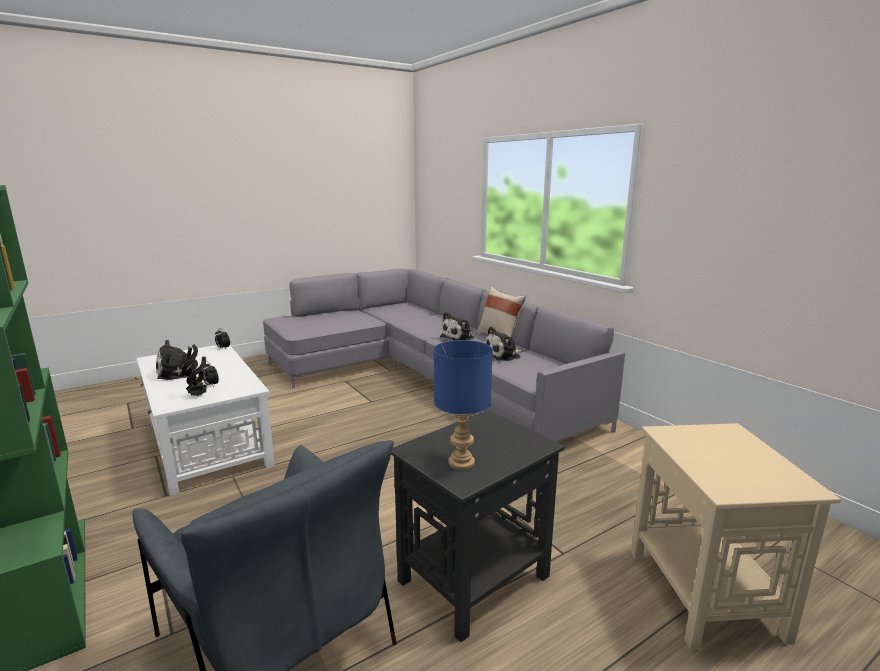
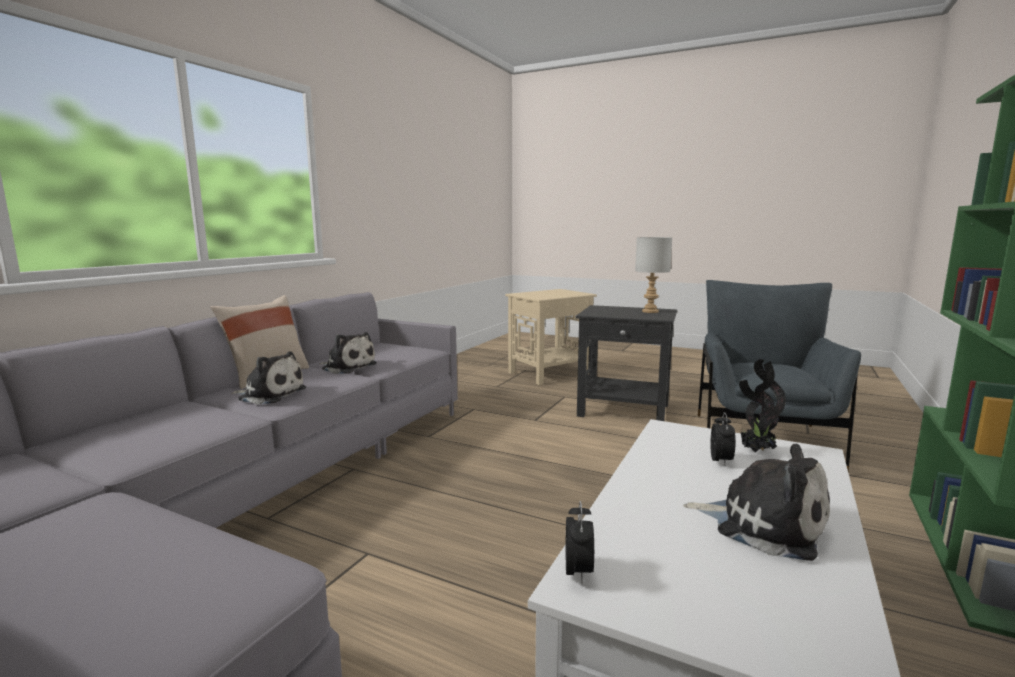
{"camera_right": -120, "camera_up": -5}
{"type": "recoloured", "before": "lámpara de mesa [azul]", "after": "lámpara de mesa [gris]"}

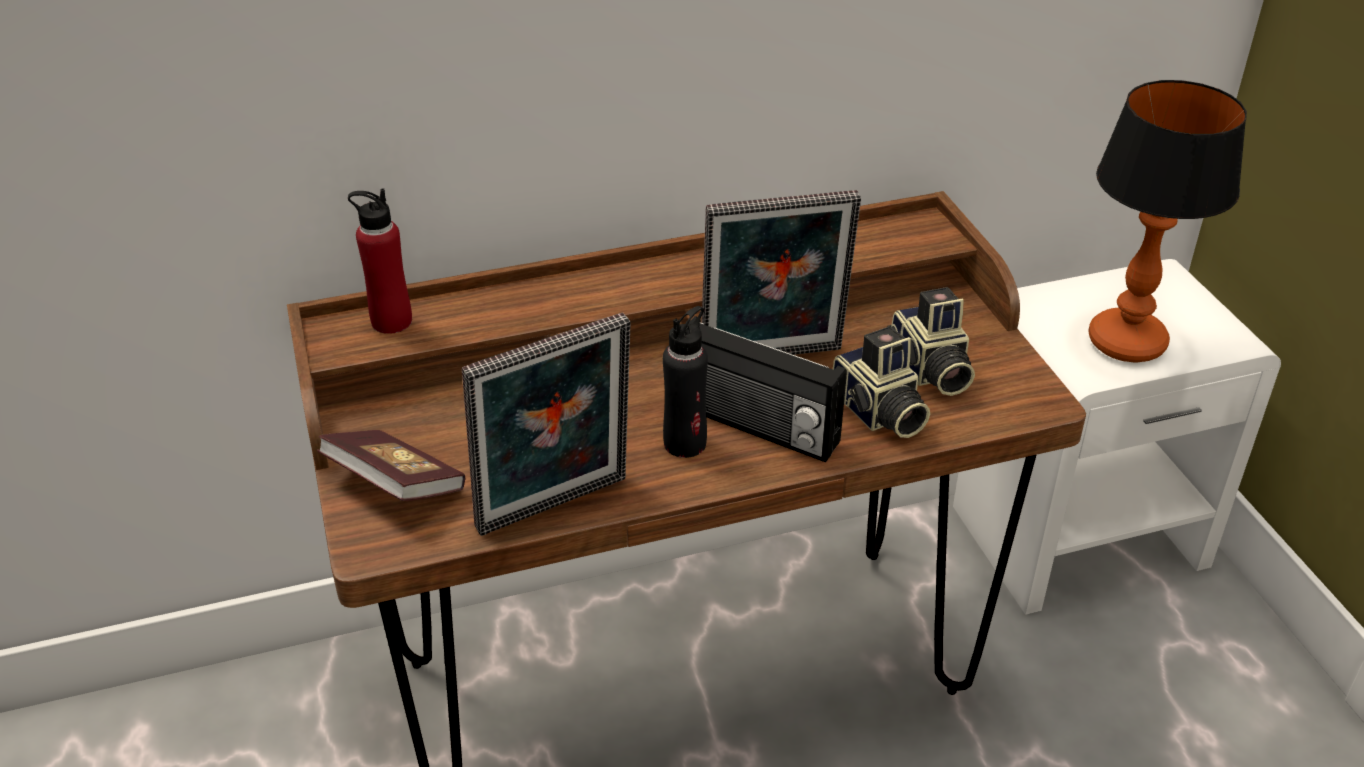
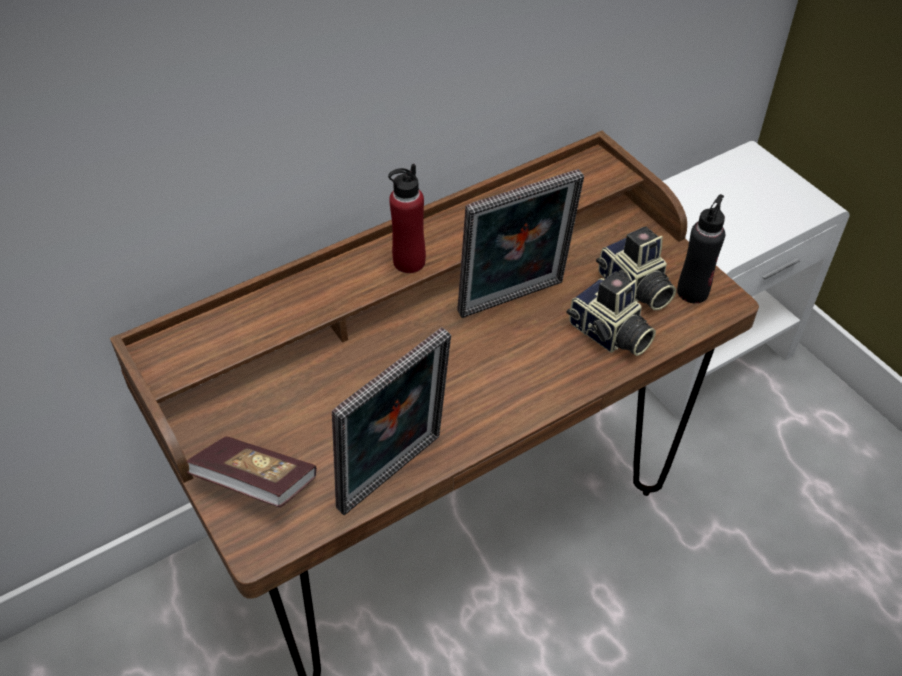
{"camera_right": -15, "camera_up": 10}
{"type": "removed", "before": "radio"}
{"type": "removed", "before": "lámpara de mesa"}
{"type": "moved", "before": "botella [rojo]"}
{"type": "moved", "before": "botella [negro]"}

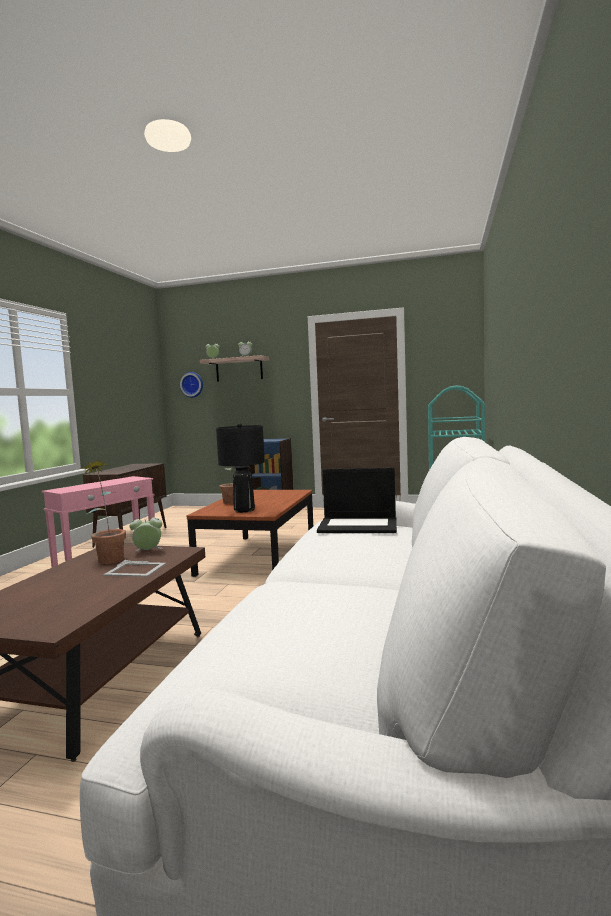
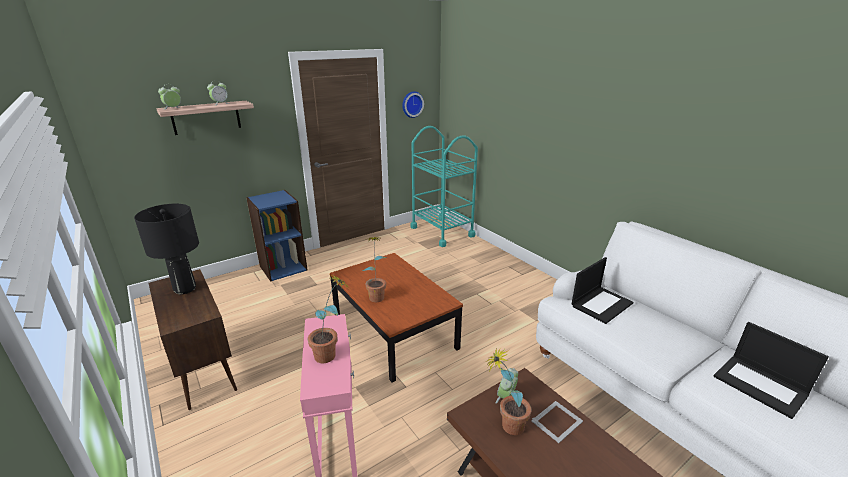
{"camera_right": -50, "camera_up": 20}
{"type": "added", "after": "planta en maceta (1st from left)"}
{"type": "added", "after": "portátil (2nd from left)"}
{"type": "moved", "before": "reloj de pared"}
{"type": "moved", "before": "lámpara de mesa [negro]"}

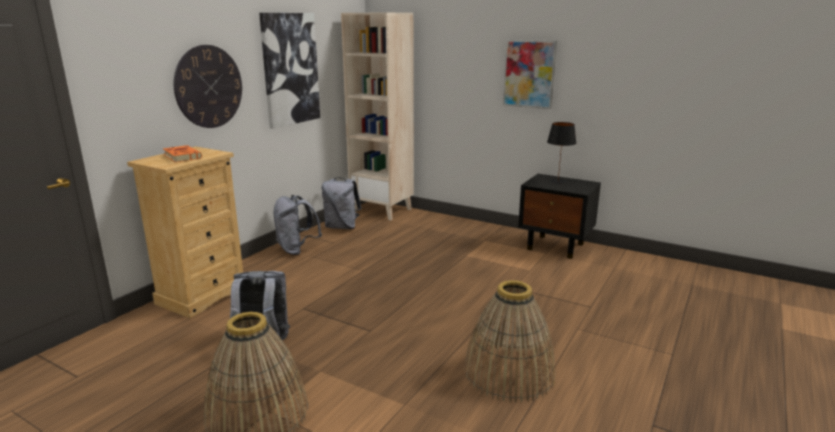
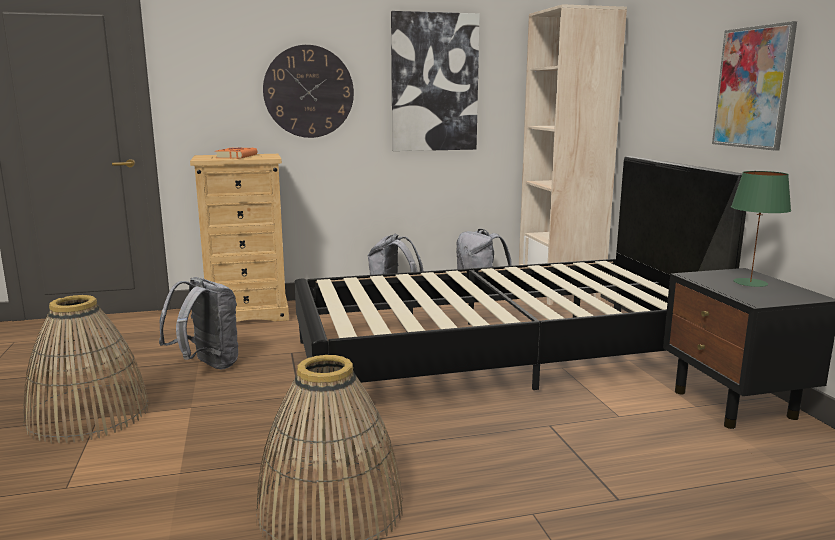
{"camera_right": 45, "camera_up": -5}
{"type": "added", "after": "cama [negro]"}
{"type": "recoloured", "before": "lámpara de mesa [negro]", "after": "lámpara de mesa [verde]"}

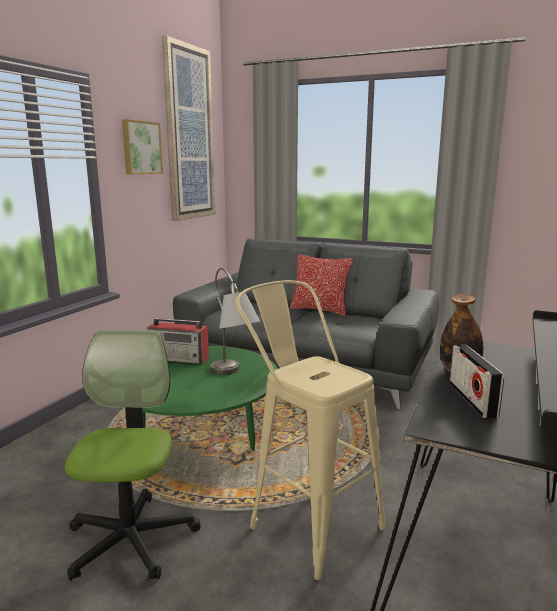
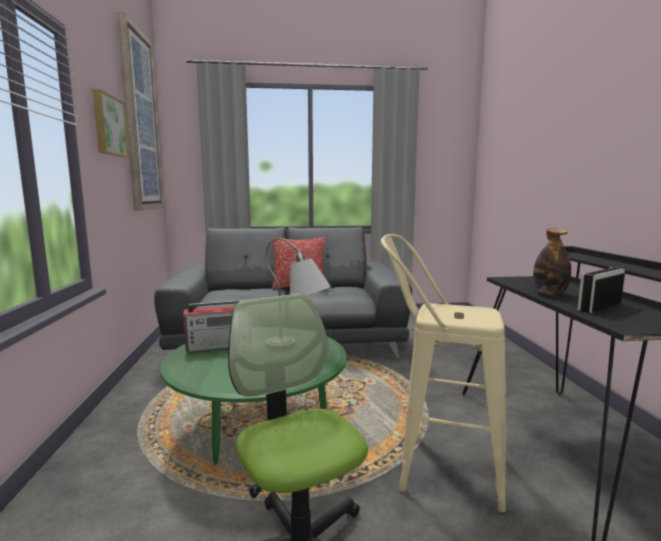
{"camera_right": -30, "camera_up": -5}
{"type": "turned", "before": "radio (2nd from left)", "turn": 90}

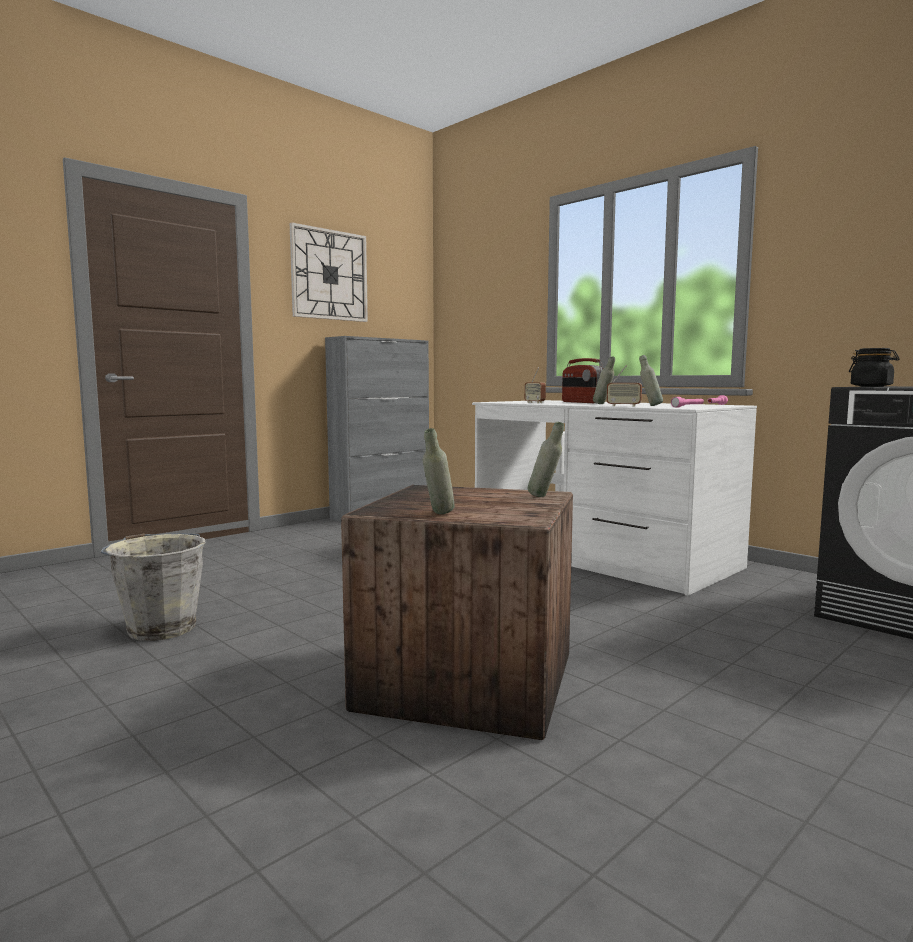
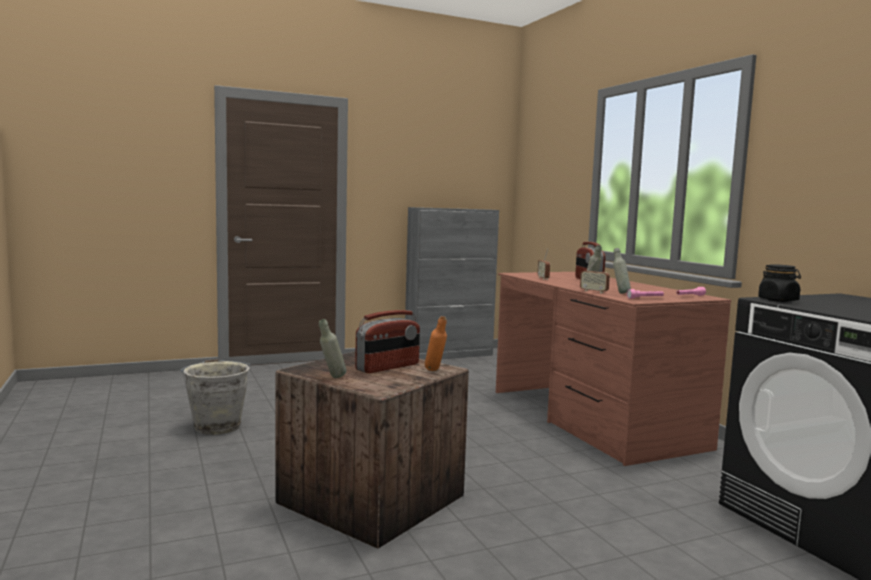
{"camera_right": 20, "camera_up": 0}
{"type": "removed", "before": "reloj de pared"}
{"type": "added", "after": "radio (1st from left)"}
{"type": "recoloured", "before": "escritorio [blanco]", "after": "escritorio [marrón]"}
{"type": "recoloured", "before": "botella [gris] (2nd from left)", "after": "botella [naranja]"}

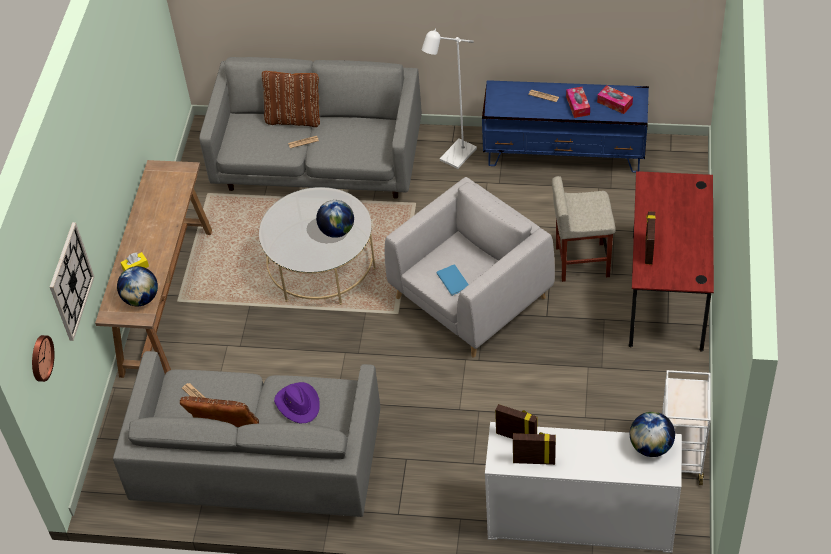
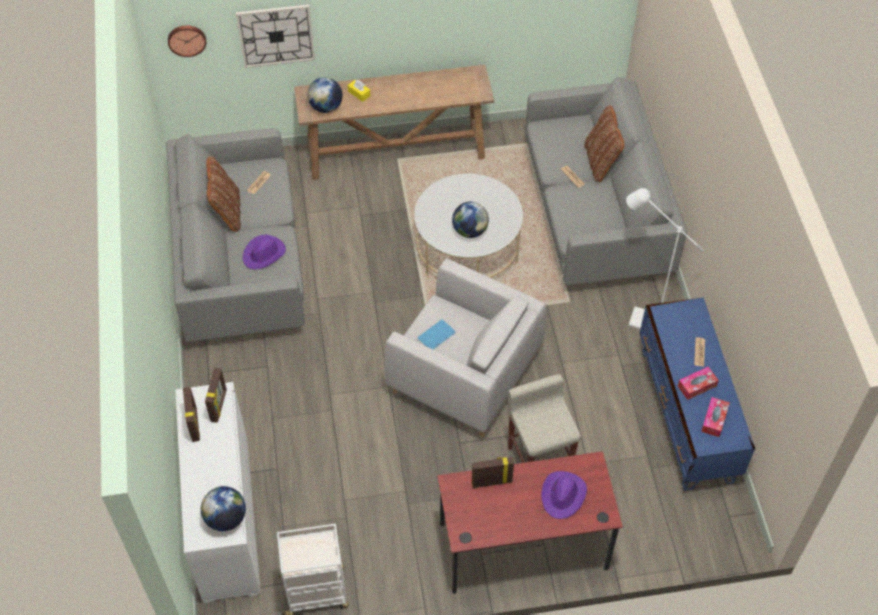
{"camera_right": 70, "camera_up": 5}
{"type": "added", "after": "sombrero [morado] (2nd from left)"}

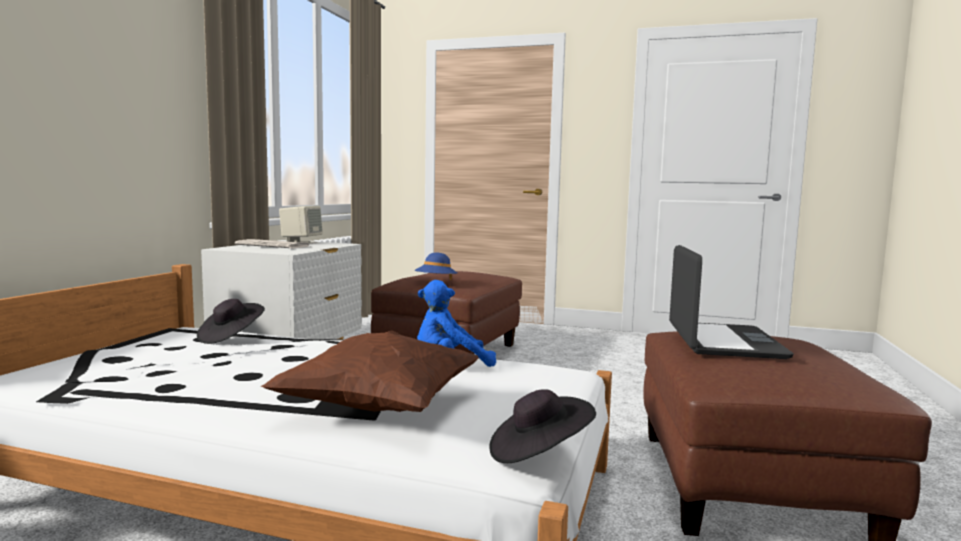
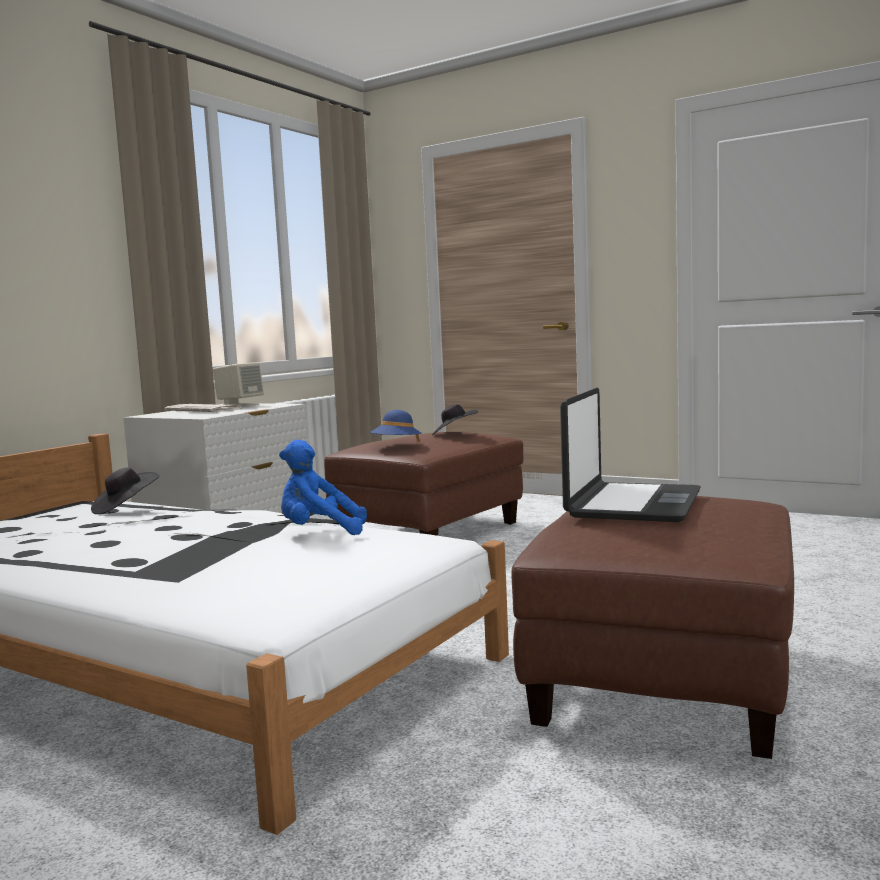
{"camera_right": 15, "camera_up": 0}
{"type": "removed", "before": "cojín [marrón]"}
{"type": "moved", "before": "sombrero [negro] (2nd from left)"}

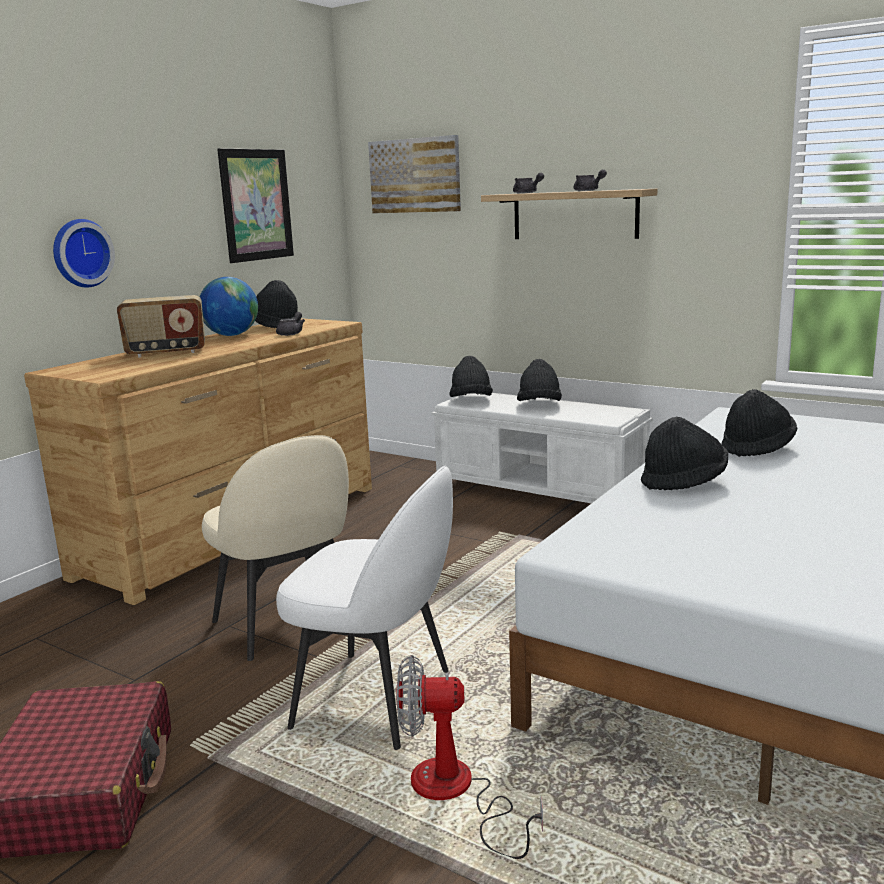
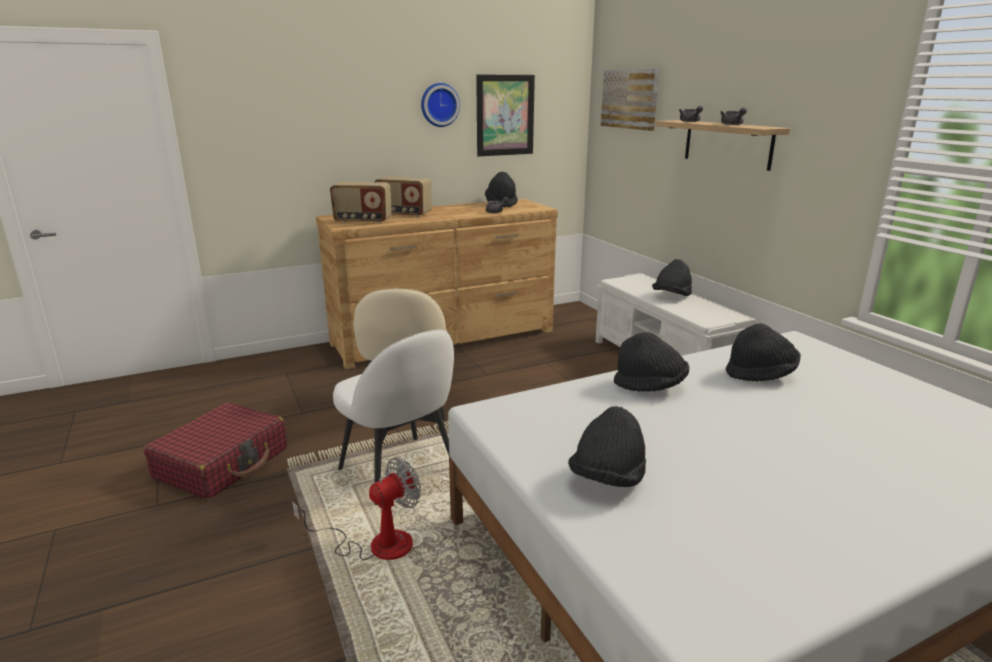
{"camera_right": 30, "camera_up": 5}
{"type": "removed", "before": "globo terráqueo"}
{"type": "added", "after": "radio (1st from left)"}
{"type": "moved", "before": "reloj de pared"}
{"type": "moved", "before": "sombrero [negro] (2nd from left)"}
{"type": "turned", "before": "ventilador", "turn": 105}

